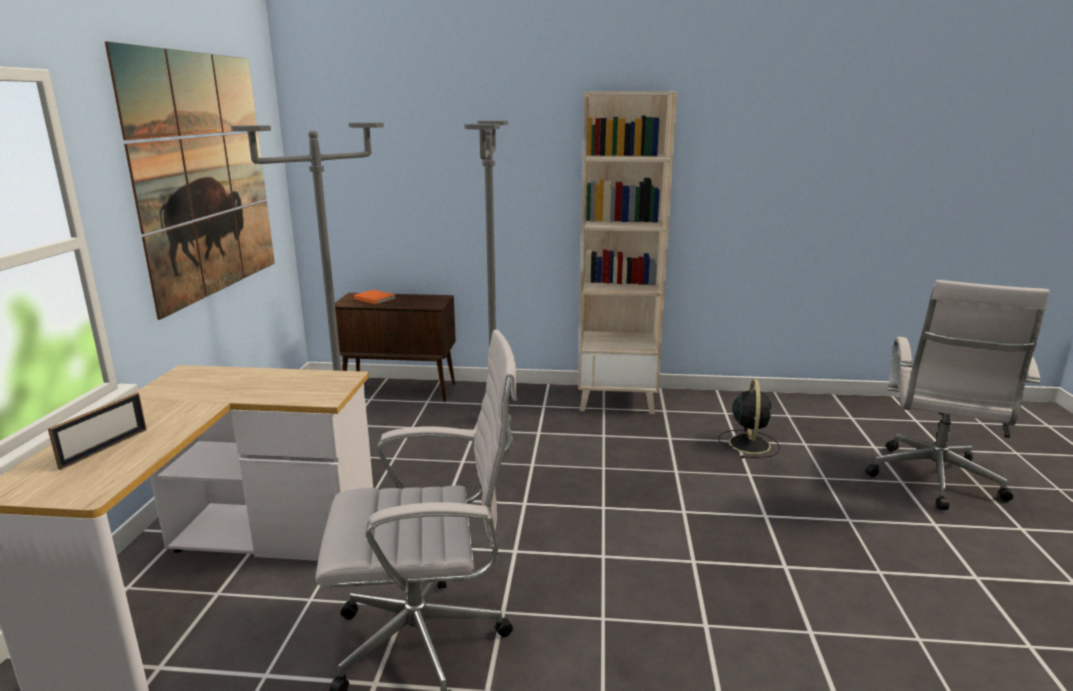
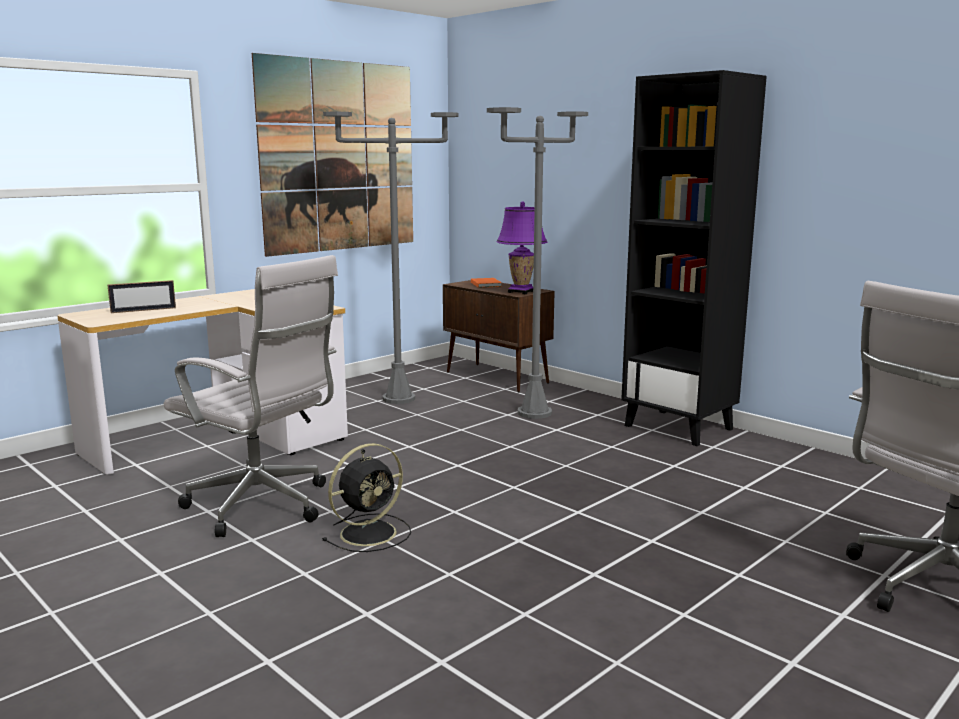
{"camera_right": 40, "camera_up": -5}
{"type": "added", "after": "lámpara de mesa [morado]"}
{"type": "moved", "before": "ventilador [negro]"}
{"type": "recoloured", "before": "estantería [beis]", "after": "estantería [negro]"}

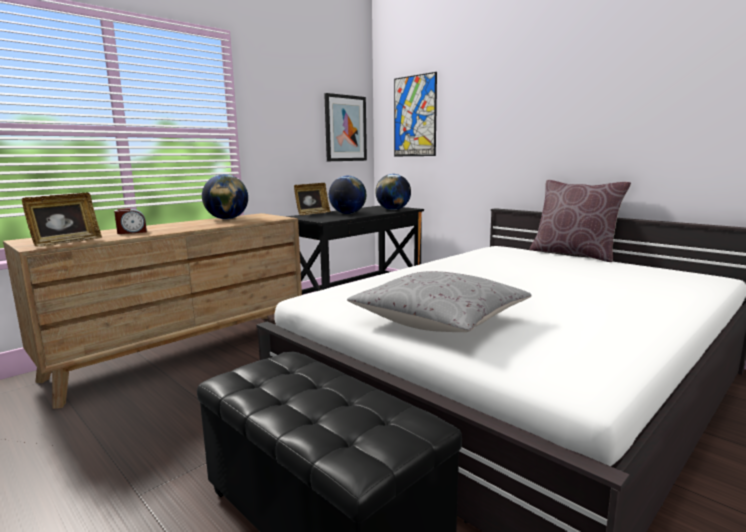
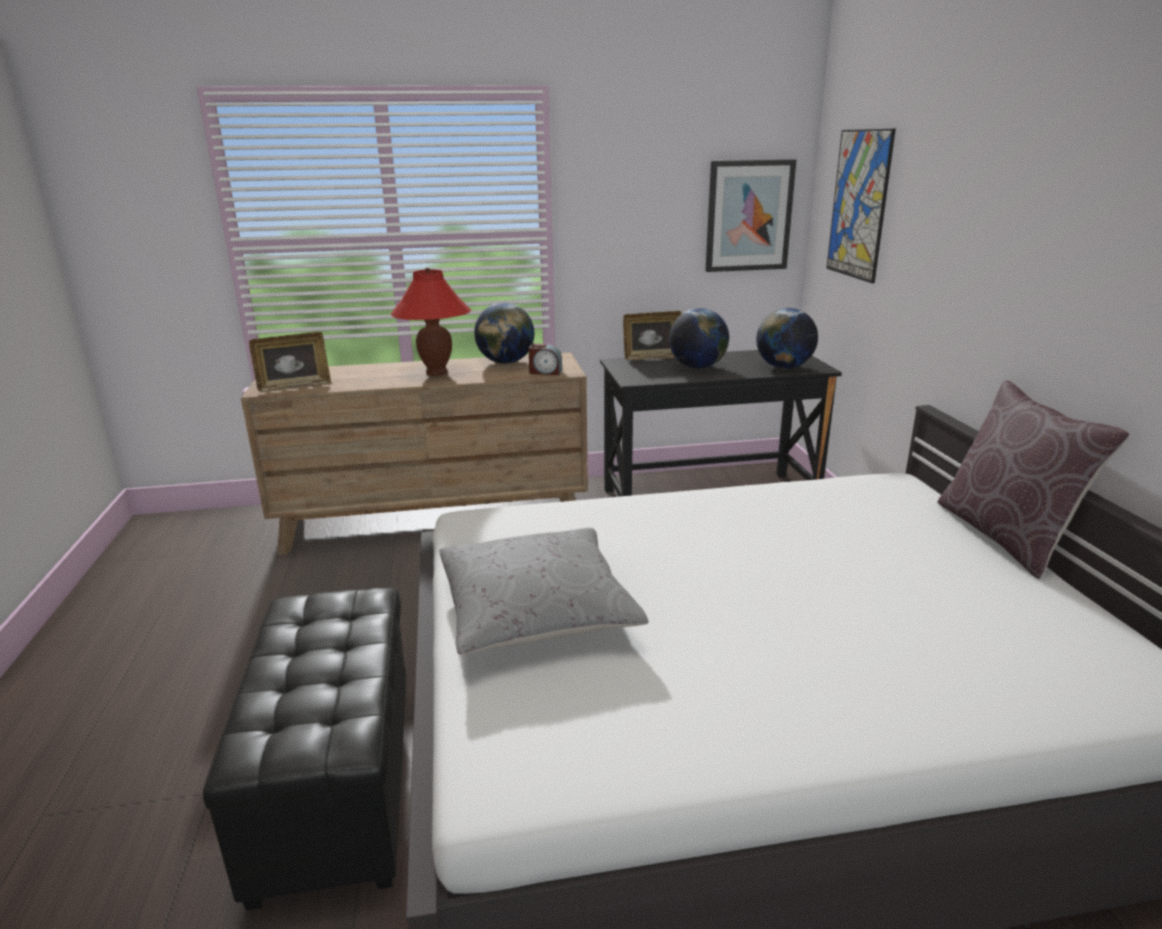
{"camera_right": 35, "camera_up": 10}
{"type": "added", "after": "lámpara de mesa [rojo]"}
{"type": "moved", "before": "despertador"}

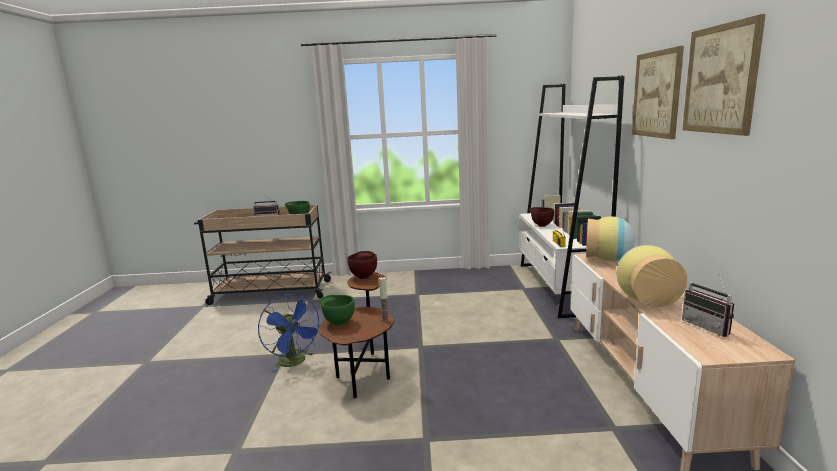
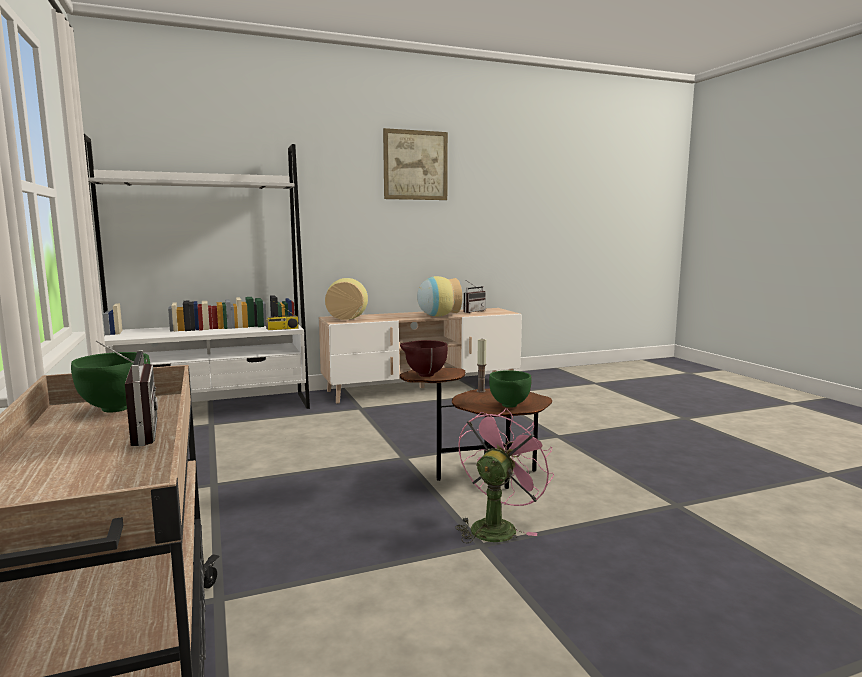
{"camera_right": -110, "camera_up": -5}
{"type": "removed", "before": "cuenco [marrón] (2nd from left)"}
{"type": "removed", "before": "cuadro (1st from left)"}
{"type": "recoloured", "before": "ventilador [azul]", "after": "ventilador [rosa]"}

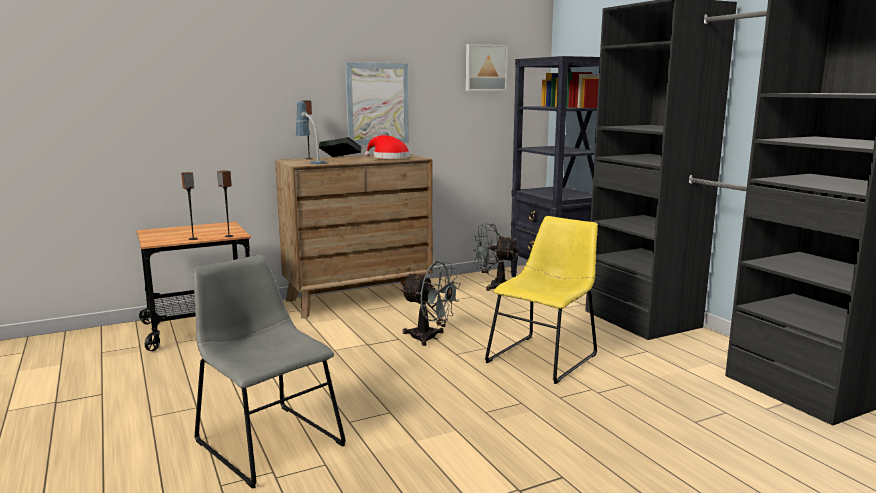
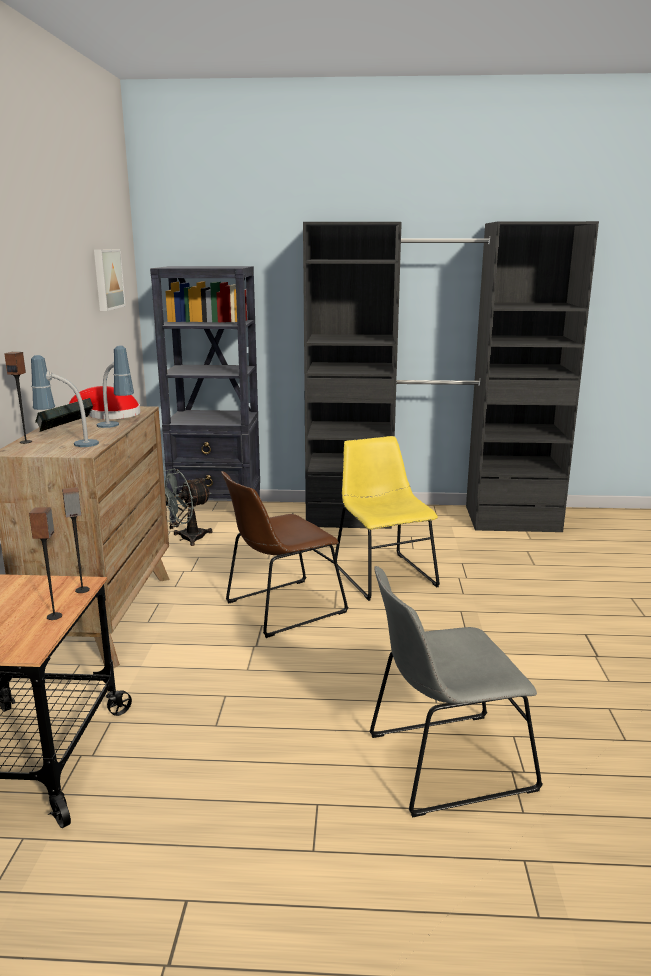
{"camera_right": -60, "camera_up": 5}
{"type": "removed", "before": "cuadro (1st from left)"}
{"type": "added", "after": "lámpara de mesa (2nd from left)"}
{"type": "replaced", "before": "ventilador [gris] (1st from left)", "after": "silla [marrón]"}

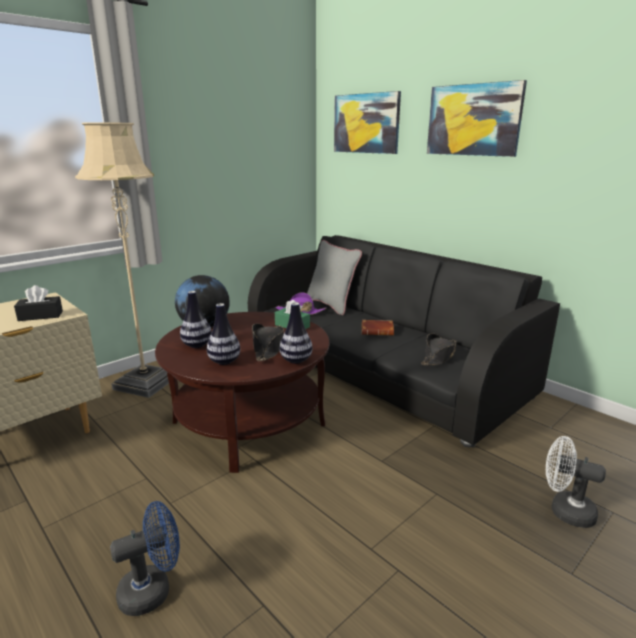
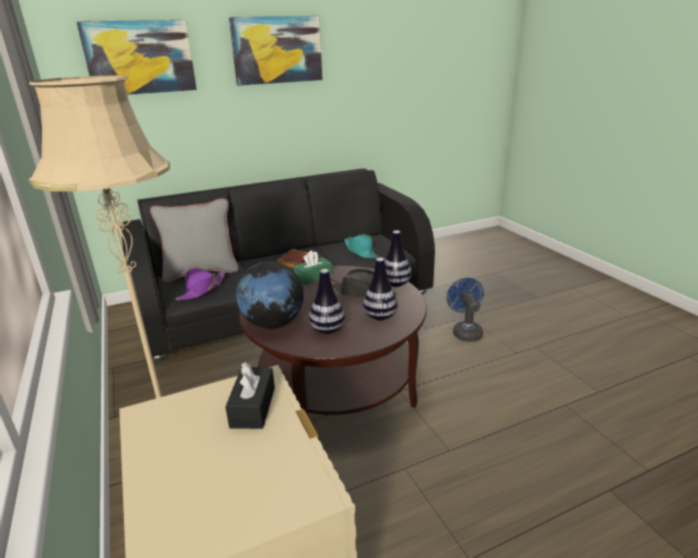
{"camera_right": -70, "camera_up": 5}
{"type": "removed", "before": "ventilador [blanco]"}
{"type": "moved", "before": "ventilador [azul]"}
{"type": "recoloured", "before": "sombrero [negro] (2nd from left)", "after": "sombrero [turquesa]"}

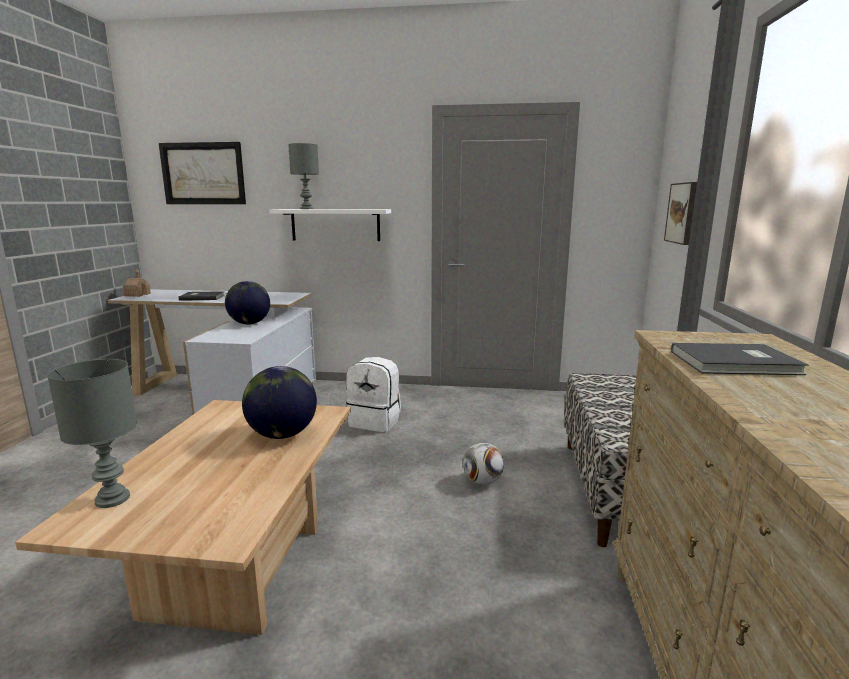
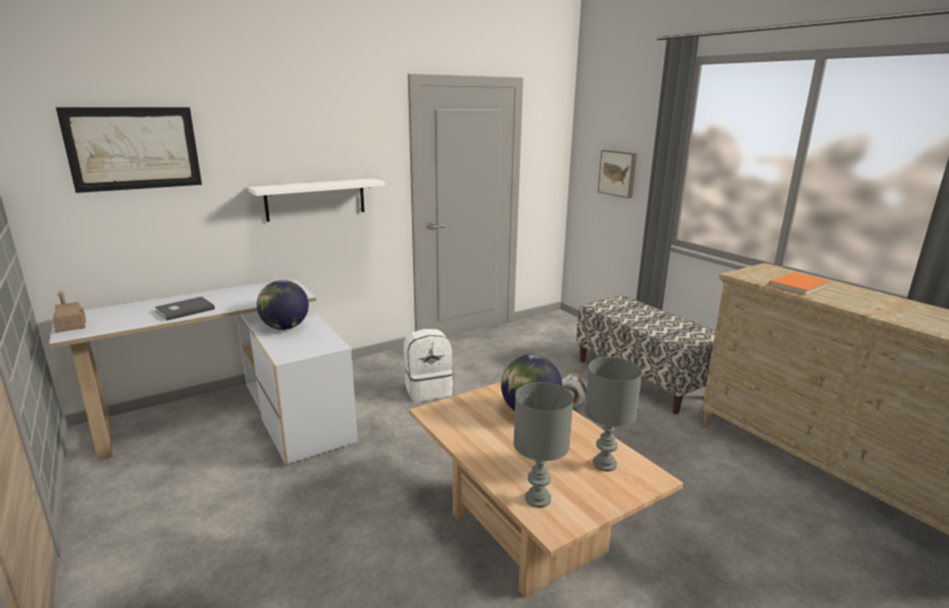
{"camera_right": -40, "camera_up": 5}
{"type": "moved", "before": "lámpara de mesa [gris] (2nd from left)"}
{"type": "recoloured", "before": "libro [gris] (2nd from left)", "after": "libro [naranja]"}

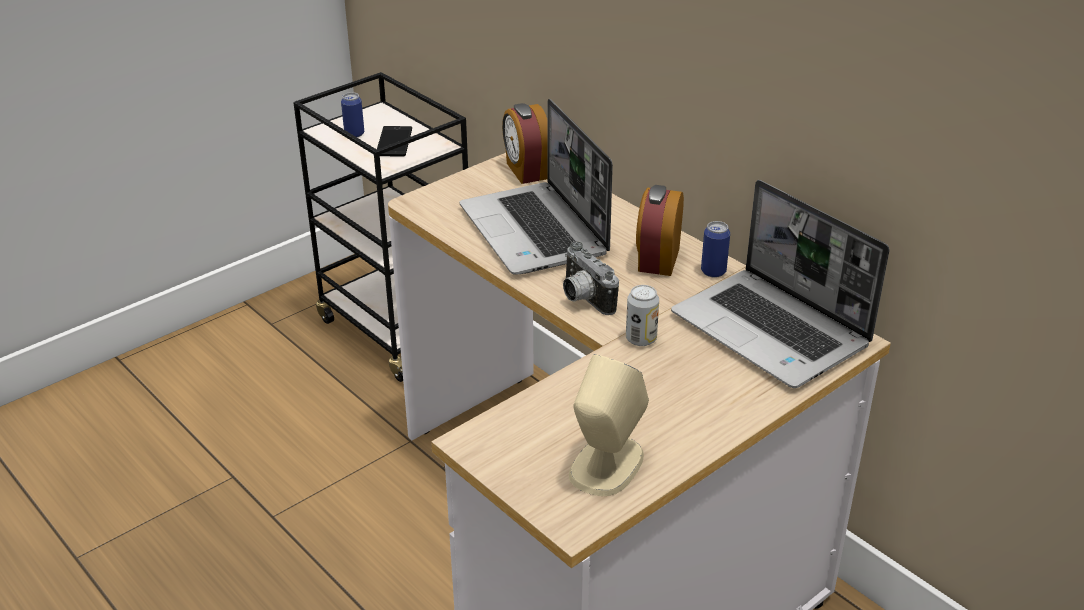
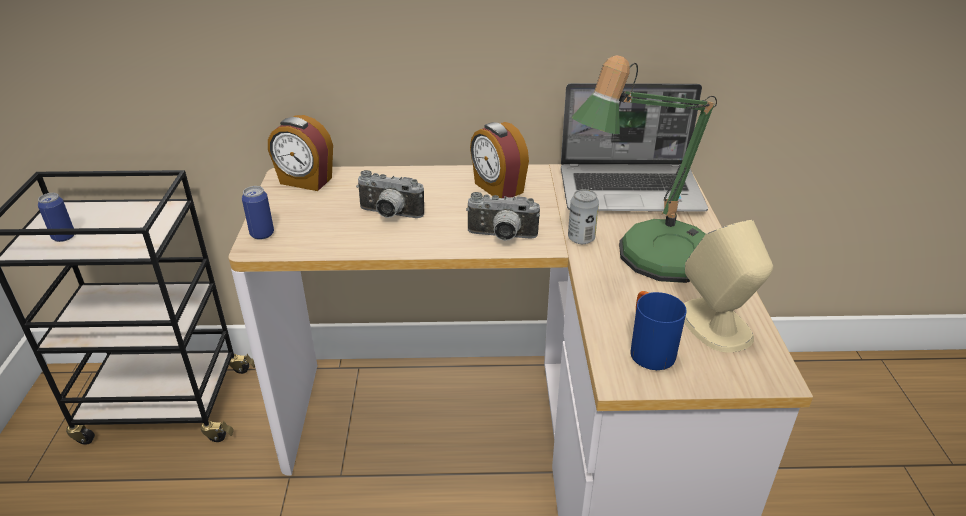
{"camera_right": -50, "camera_up": 0}
{"type": "removed", "before": "móvil"}
{"type": "added", "after": "lámpara de mesa"}
{"type": "added", "after": "taza grande [azul]"}
{"type": "moved", "before": "lata (3rd from left in the first image)", "after": "lata (2nd from left)"}
{"type": "replaced", "before": "portátil (1st from left)", "after": "cámara (1st from left)"}

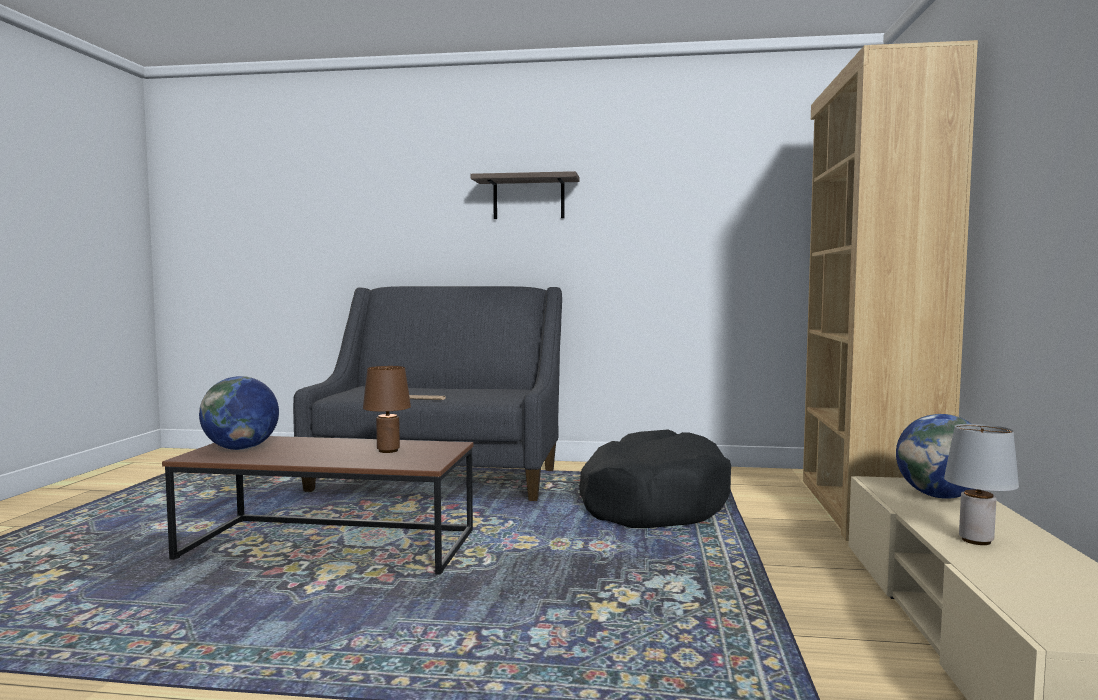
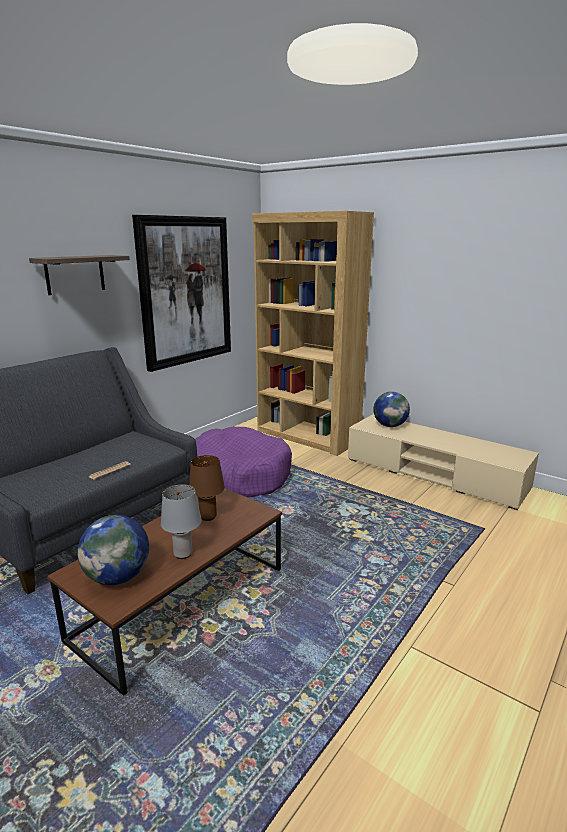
{"camera_right": -60, "camera_up": 15}
{"type": "added", "after": "cuadro"}
{"type": "moved", "before": "lámpara de mesa [gris]"}
{"type": "recoloured", "before": "cama para perro [negro]", "after": "cama para perro [morado]"}

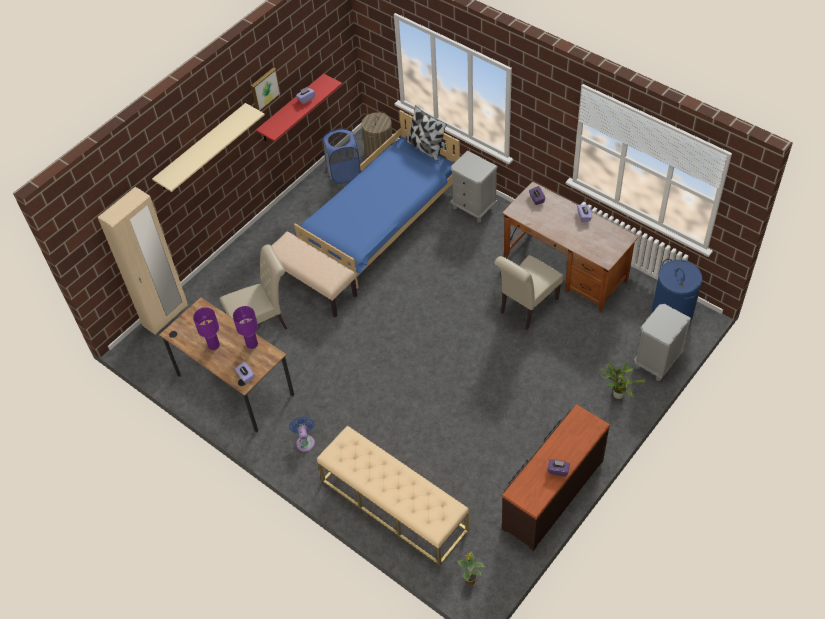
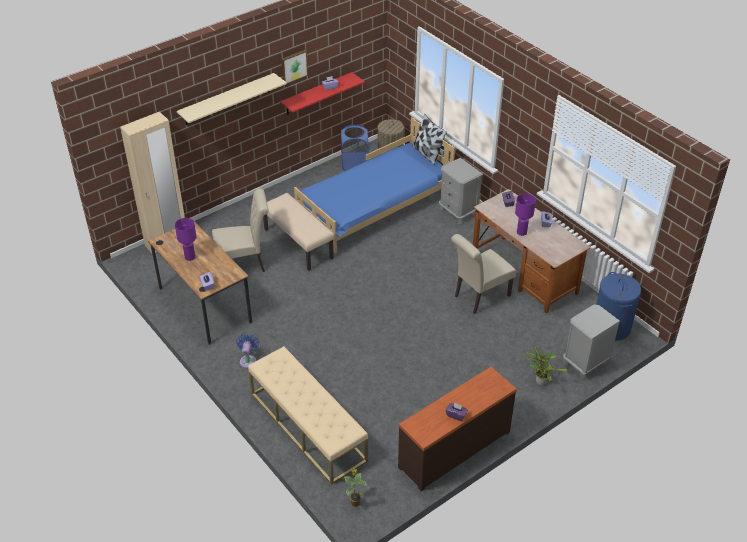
{"camera_right": 10, "camera_up": -10}
{"type": "moved", "before": "lámpara de mesa [morado] (2nd from left)"}

